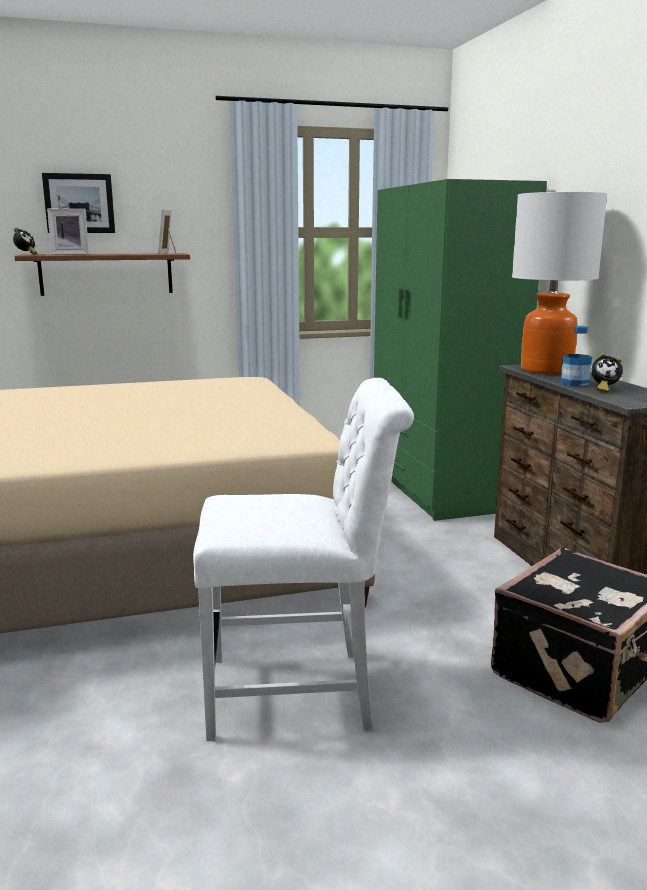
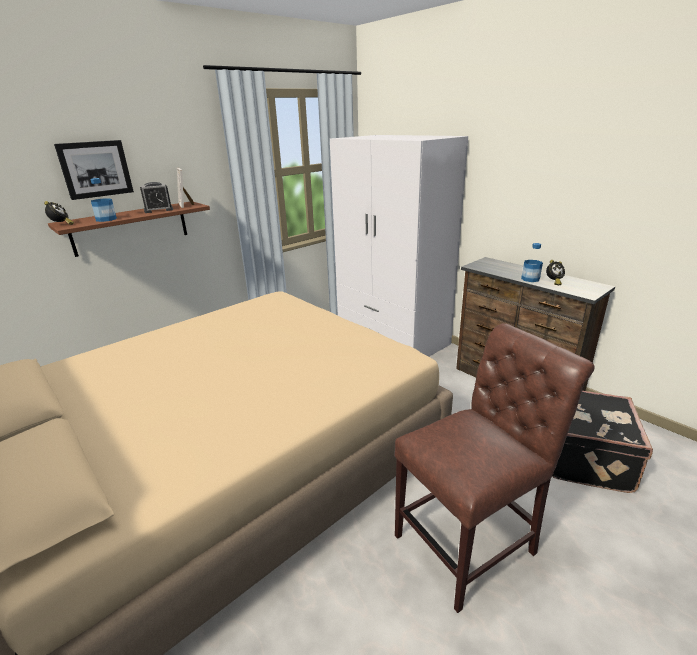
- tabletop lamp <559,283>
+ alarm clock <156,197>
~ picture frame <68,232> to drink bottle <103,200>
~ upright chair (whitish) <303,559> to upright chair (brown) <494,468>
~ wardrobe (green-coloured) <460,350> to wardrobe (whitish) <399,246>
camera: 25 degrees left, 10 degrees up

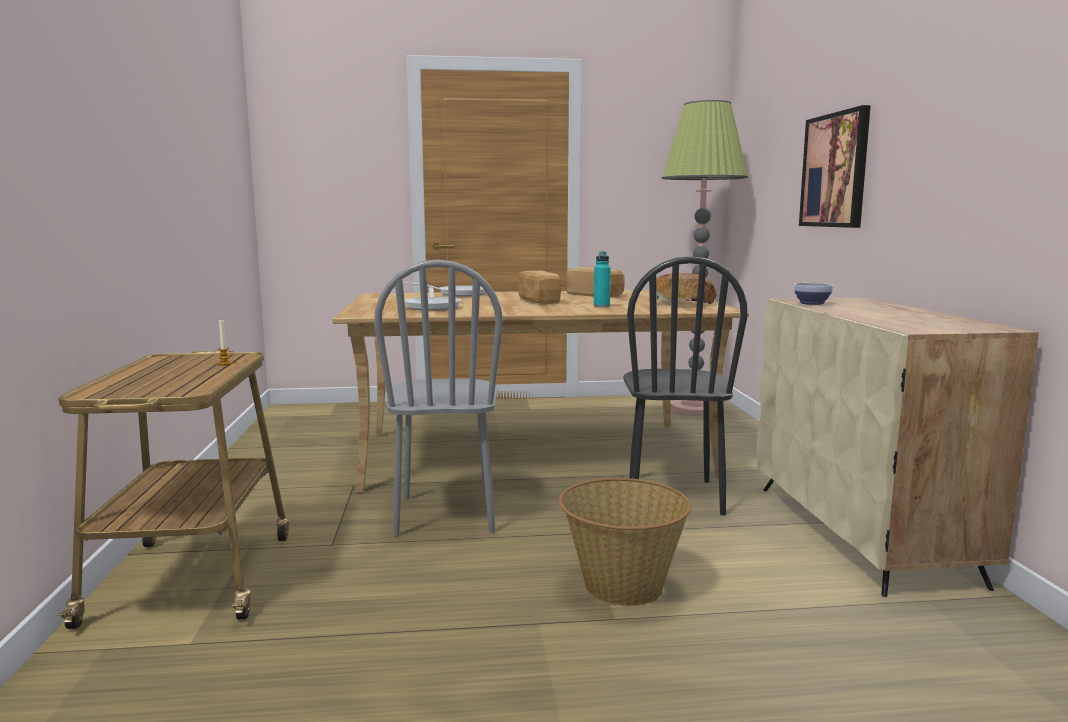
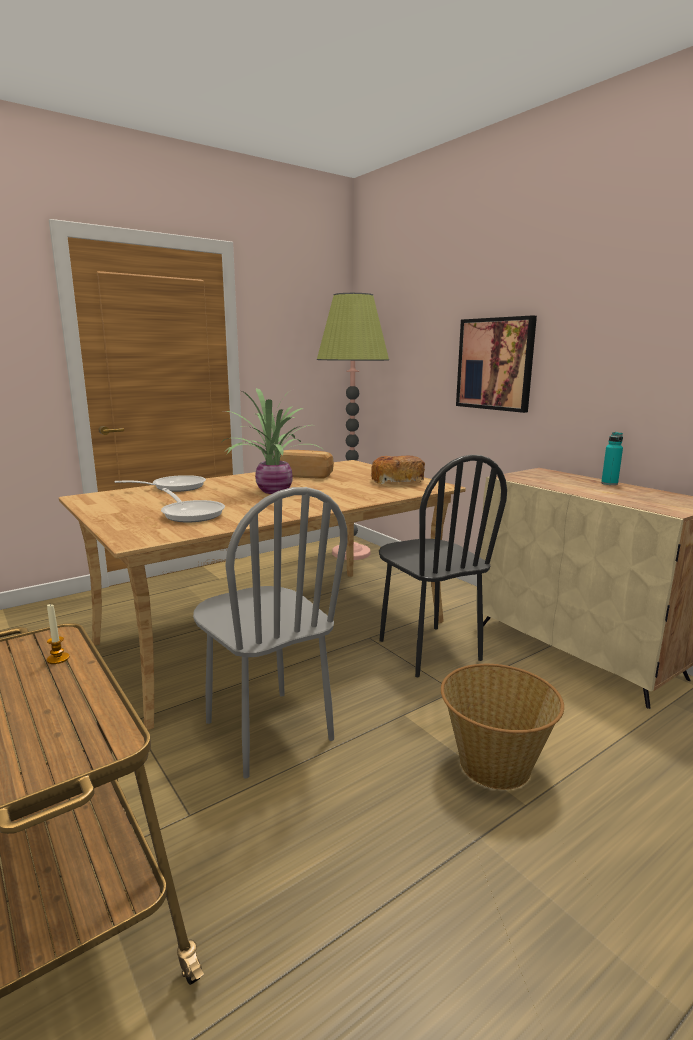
- bowl <813,294>
~ drink bottle (turquoise-coloured) <602,279> to <612,458>
~ bread <539,287> to houseplant <273,441>
camera: 30 degrees left, 5 degrees up

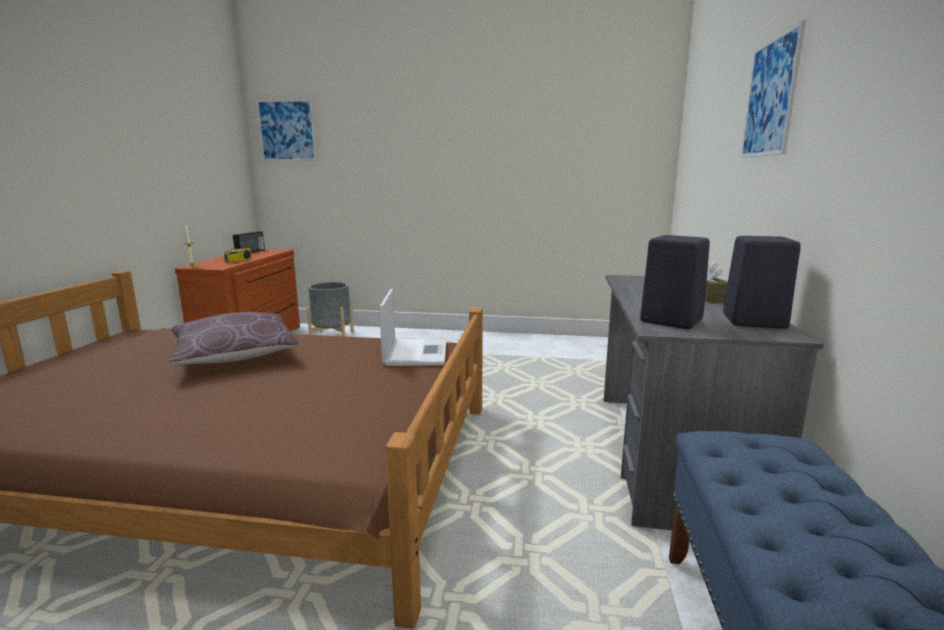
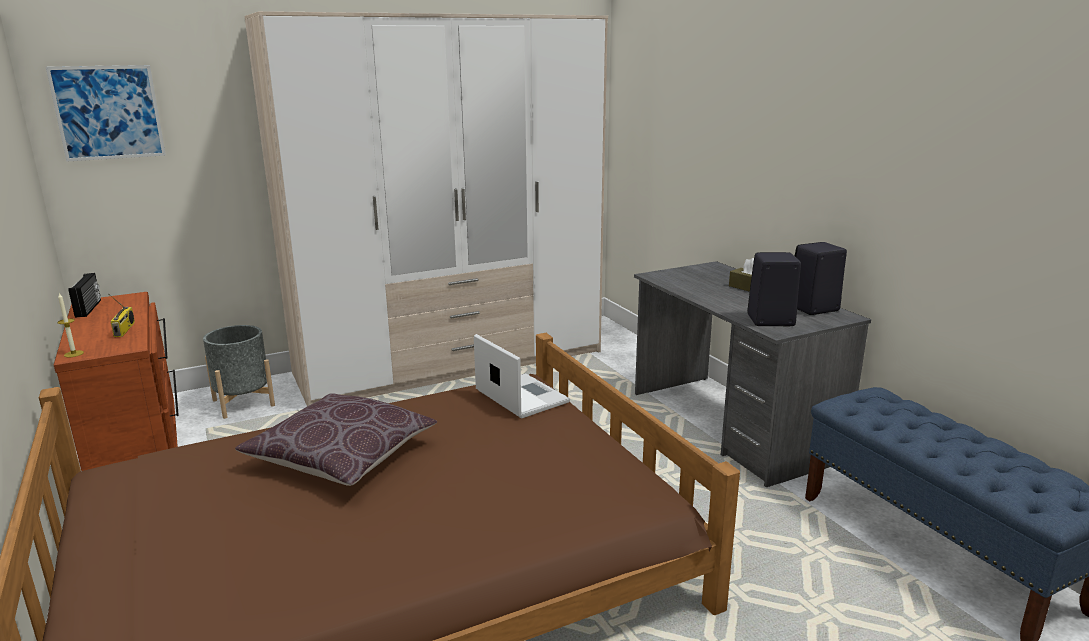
- wall art <773,89>
+ wardrobe <426,208>
camera: 35 degrees left, 5 degrees up

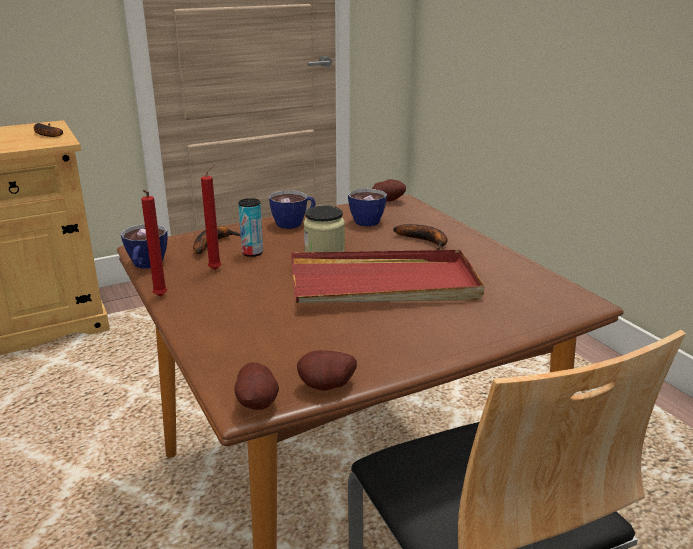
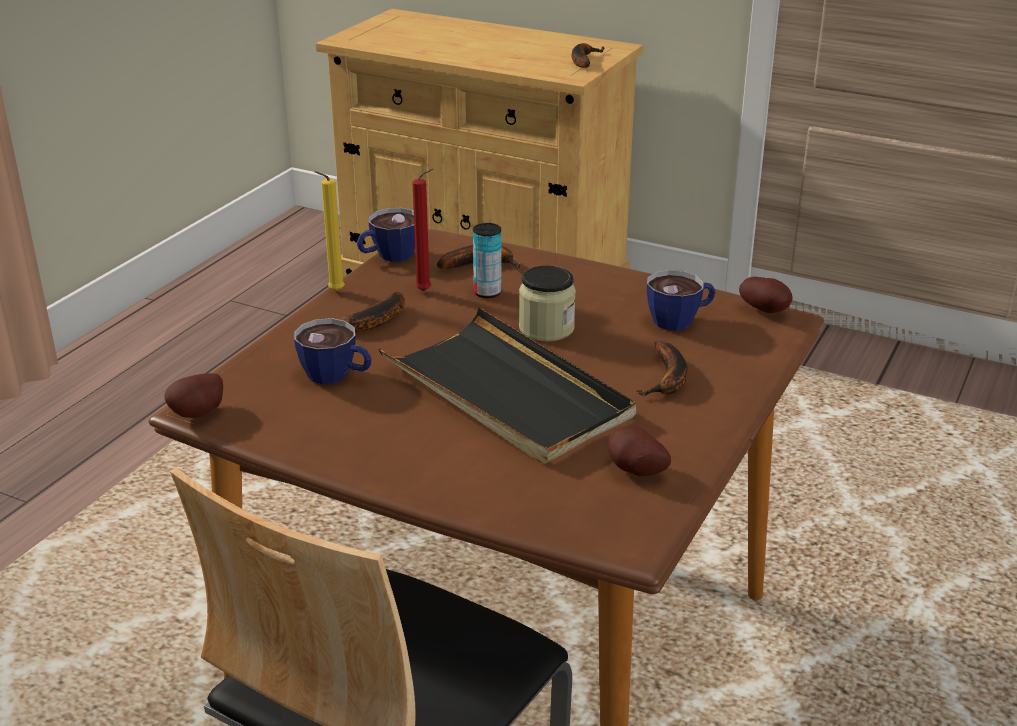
+ whole banana <364,312>
~ drinking cup <292,209> to <333,351>
~ whole potato <327,370> to <639,450>
~ candle (red) <154,243> to candle (yellow-coloured) <330,231>
~ carrying tray (red) <388,276> to carrying tray (blackish) <507,386>
camera: 55 degrees right, 5 degrees up

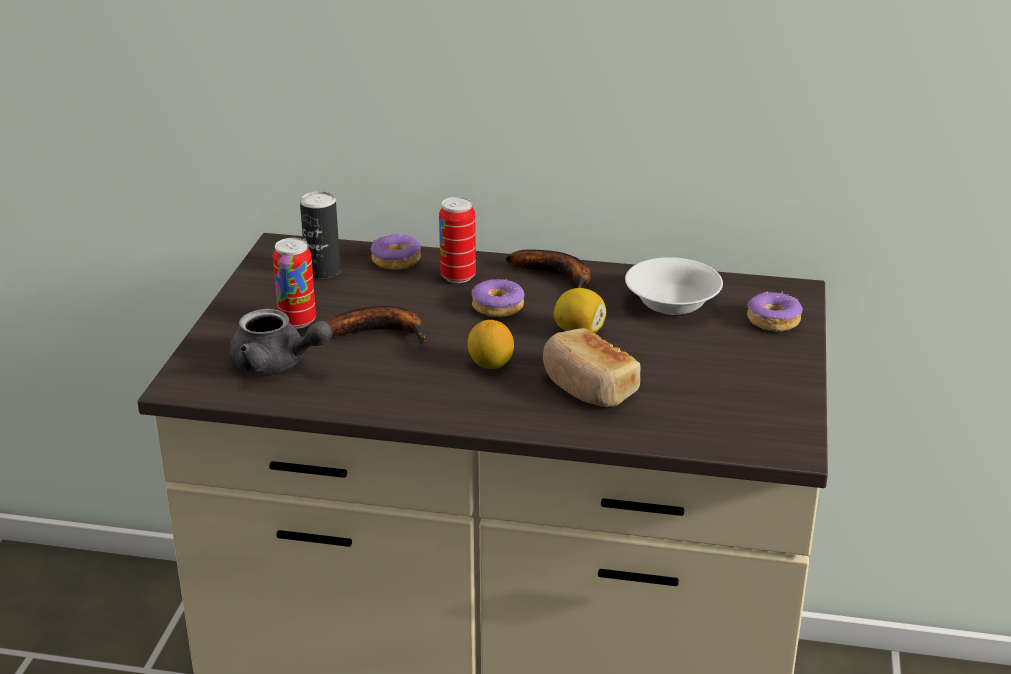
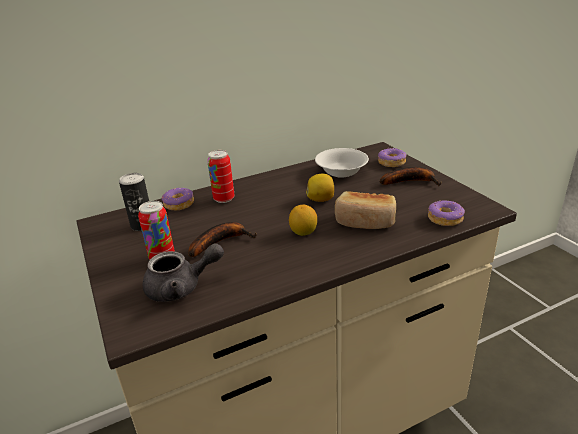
~ doughnut <498,298> to <446,213>
~ whole banana <548,268> to <411,176>
camera: 35 degrees left, 0 degrees up

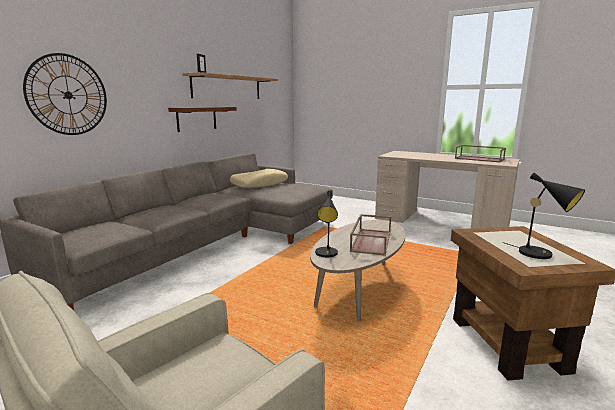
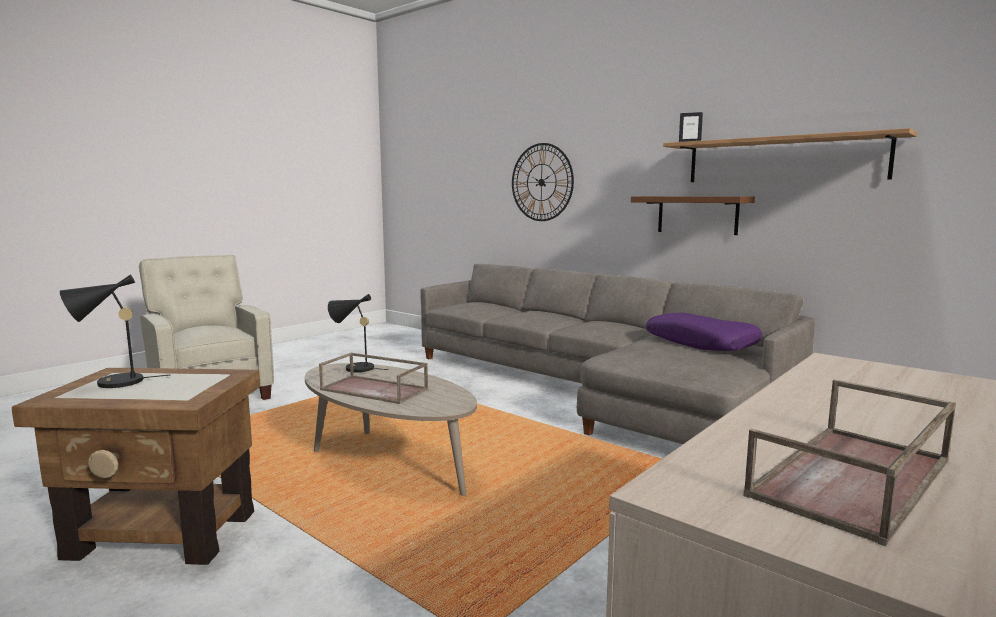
~ pillow (sand-coloured) <259,178> to pillow (purple-coloured) <704,332>
camera: 100 degrees right, 5 degrees down

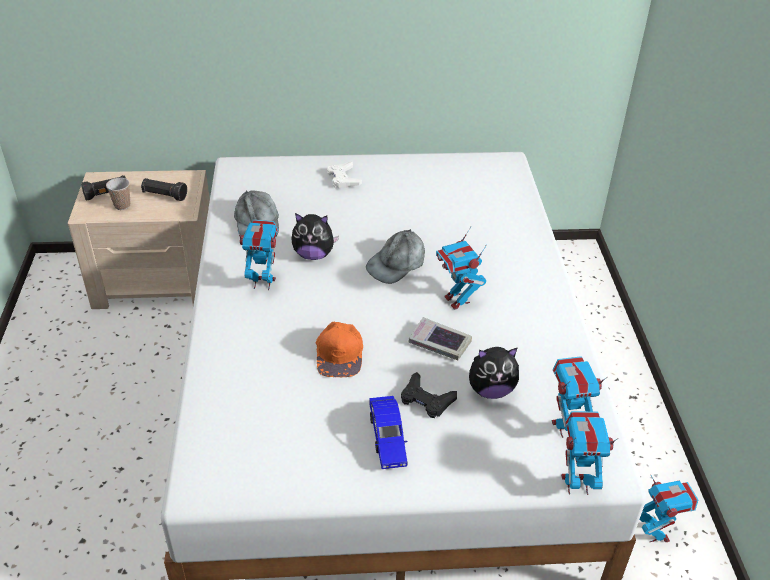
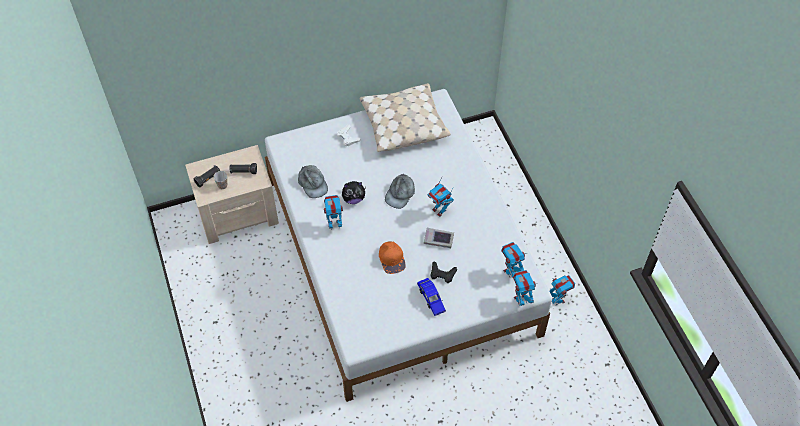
- soft toy <494,373>
+ pillow (sand-coloured) <405,117>
camera: 15 degrees left, 15 degrees up

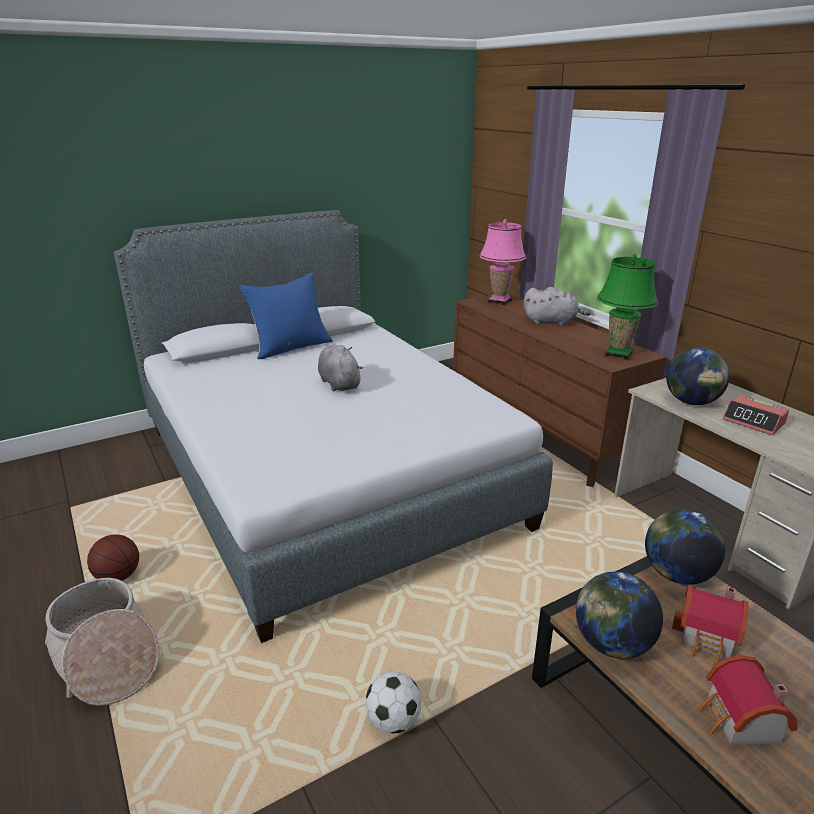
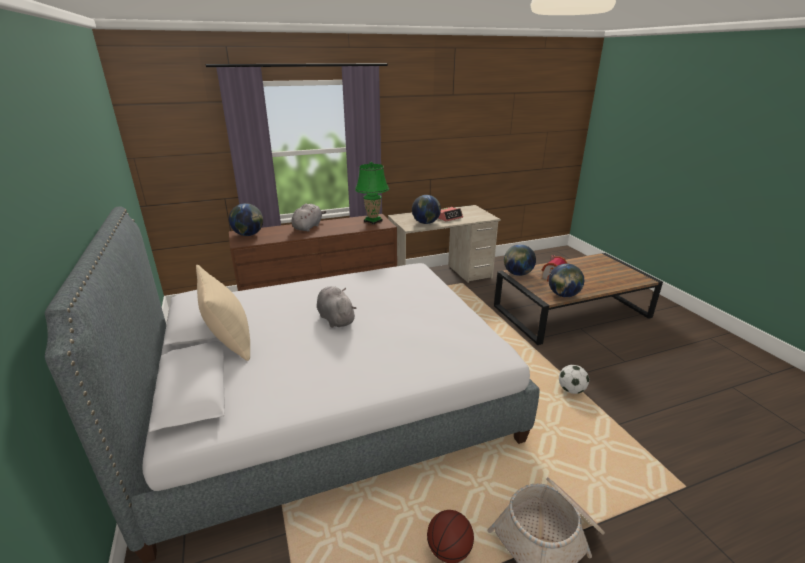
- toy house <747,700>
~ tabletop lamp (pinkish) <503,262> to world globe <246,219>
~ pillow (bluish) <286,315> to pillow (sand-coloured) <223,313>
~ soft toy (grey) <340,368> = <336,307> 75 degrees clockwise
camera: 80 degrees left, 0 degrees up

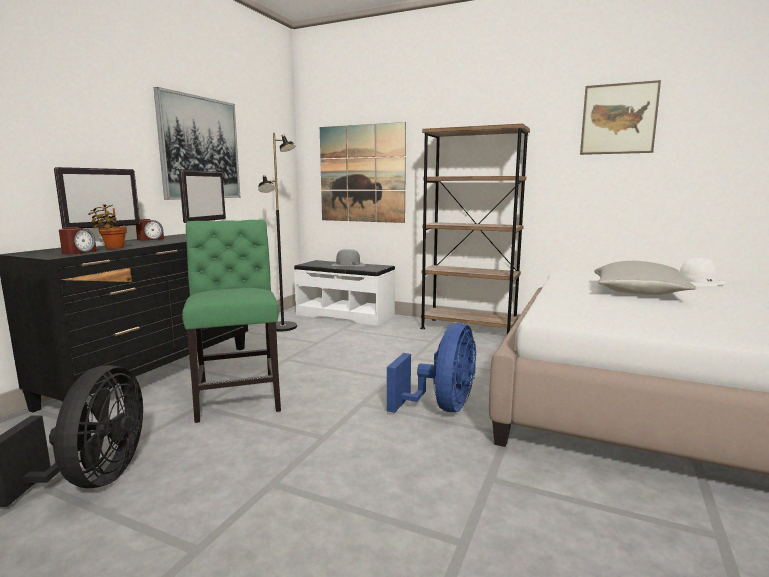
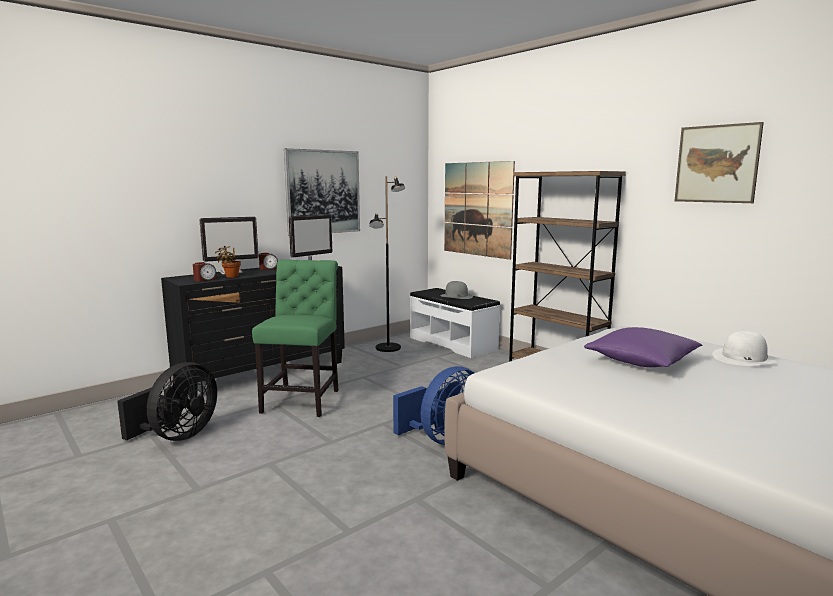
~ pillow (grey) <645,278> to pillow (purple-coloured) <643,347>
camera: 25 degrees right, 0 degrees up

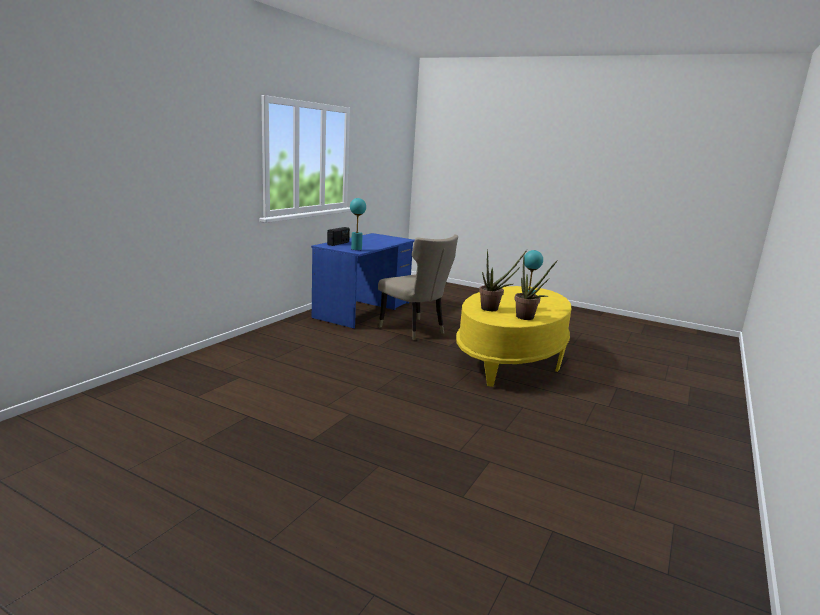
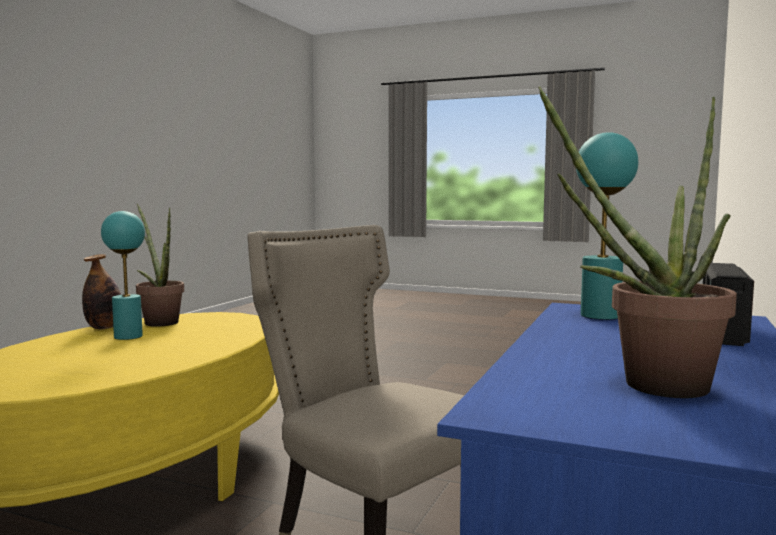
+ drink bottle <101,291>
~ houseplant <503,280> to <637,242>
camera: 175 degrees right, 10 degrees down

